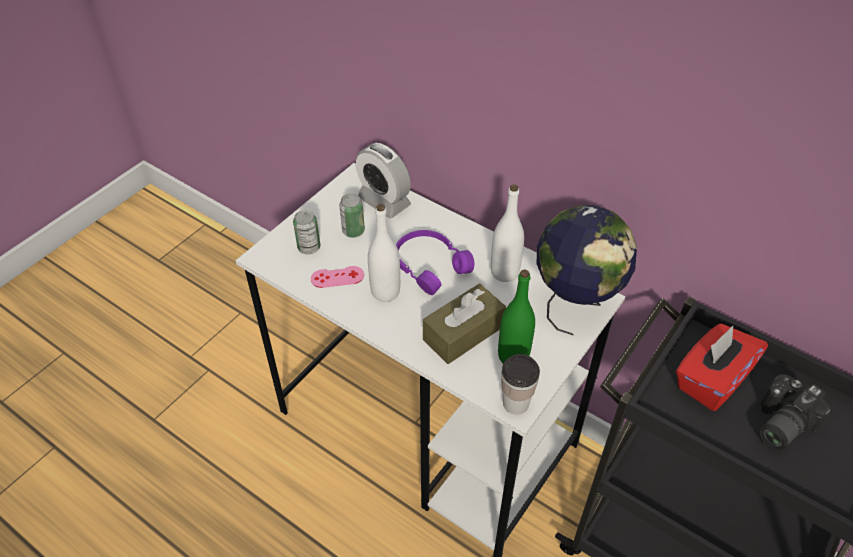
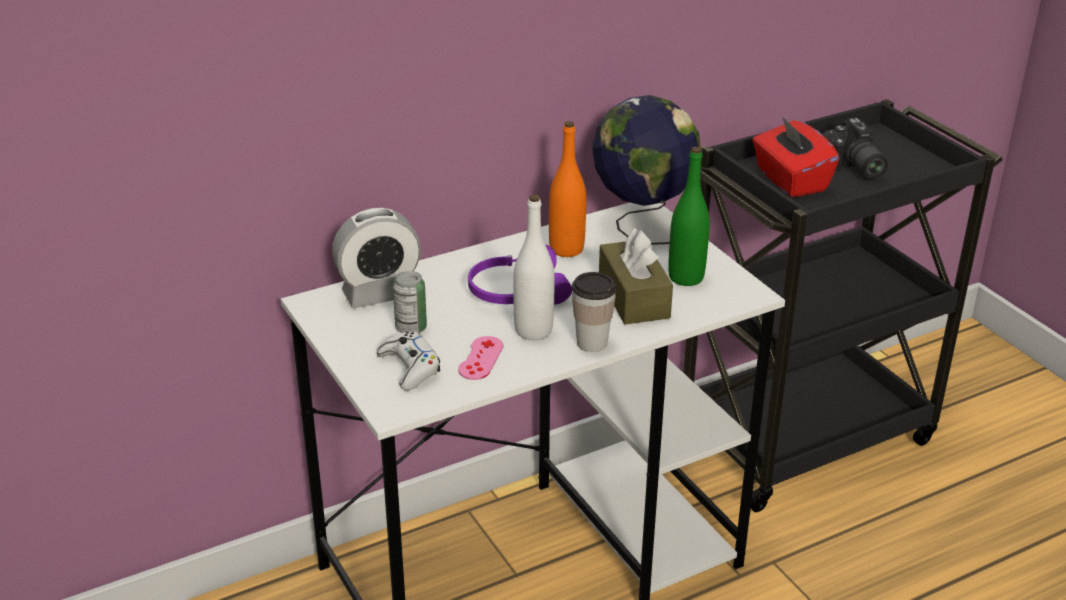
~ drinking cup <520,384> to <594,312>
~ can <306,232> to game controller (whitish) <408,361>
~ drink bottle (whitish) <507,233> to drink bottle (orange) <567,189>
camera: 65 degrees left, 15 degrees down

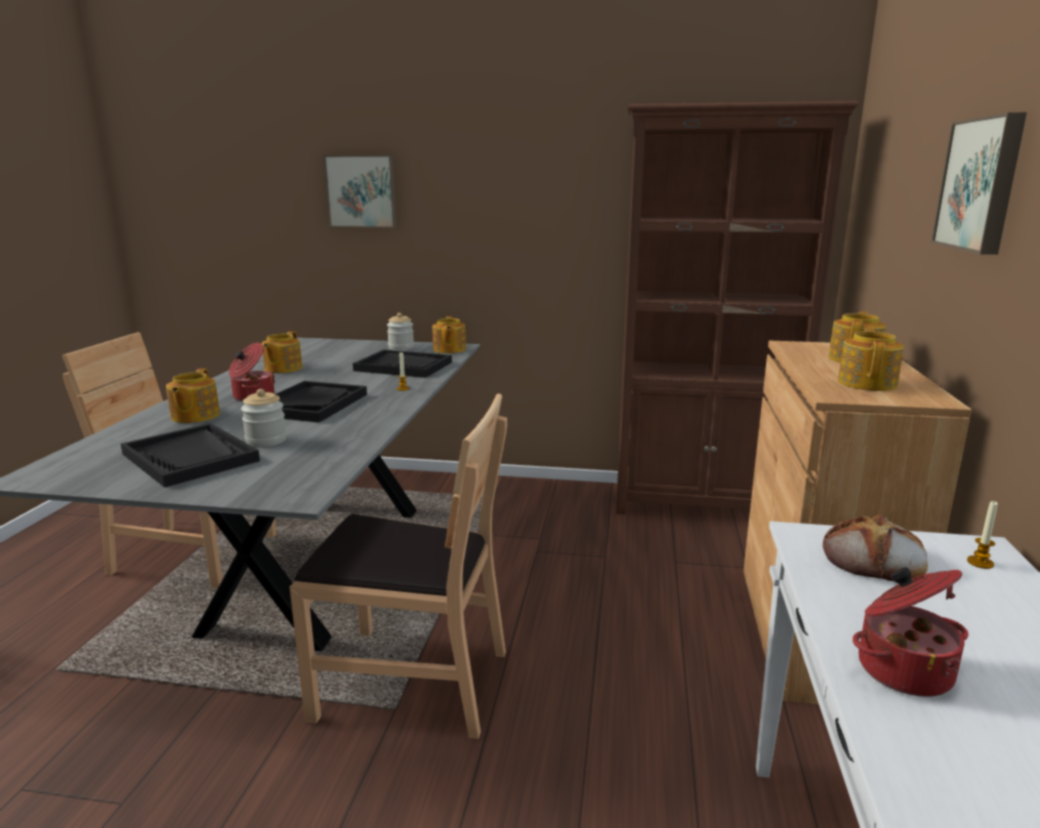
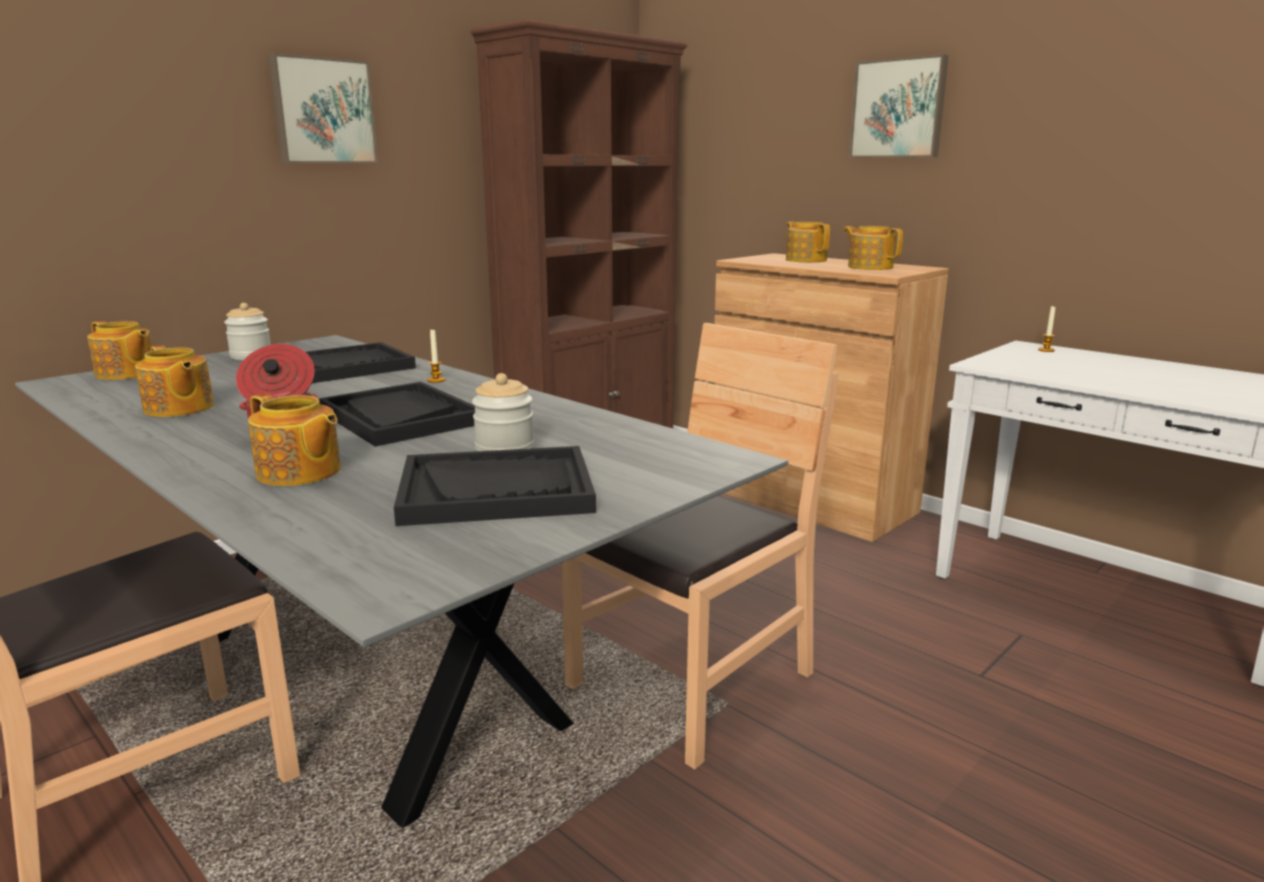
- bread <875,548>
- saucepot <911,632>
~ wall art <360,191> to <323,108>
~ teapot <449,334> to <120,350>
camera: 55 degrees left, 0 degrees up

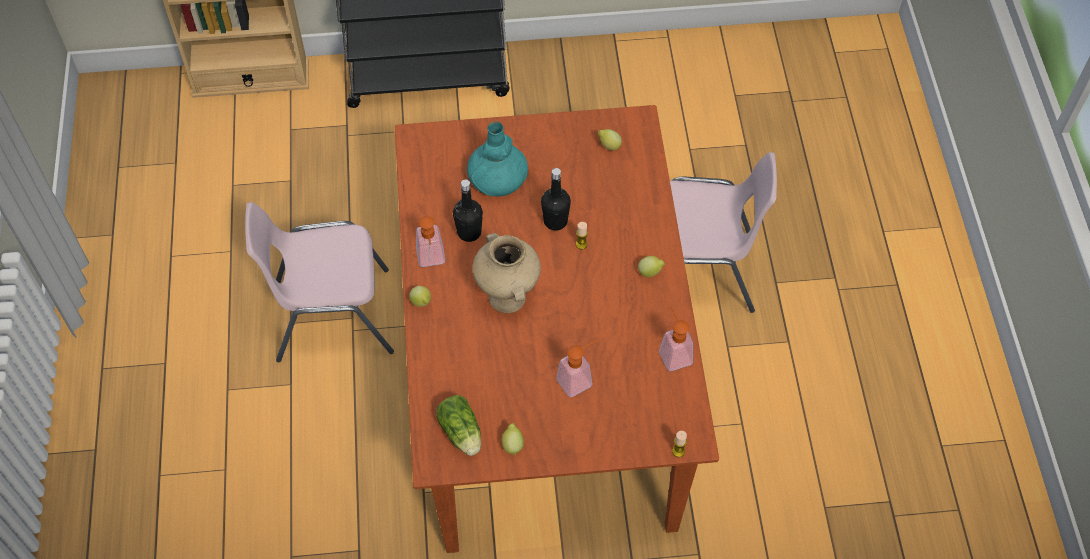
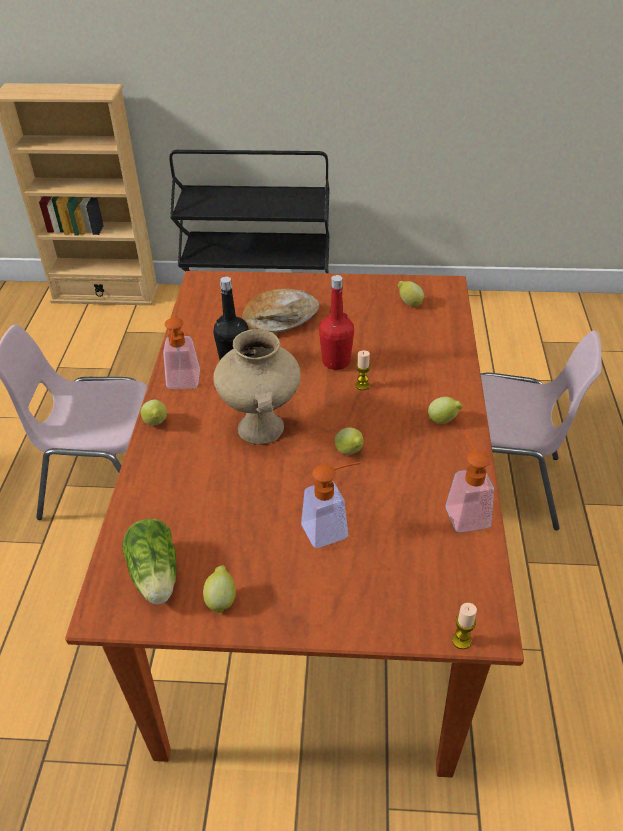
+ lemon <349,441>
~ decorative vase (turquoise-coloured) <497,158> to bread <280,310>
~ drink bottle (blackish) <556,199> to drink bottle (red) <336,322>
camera: 10 degrees right, 15 degrees down

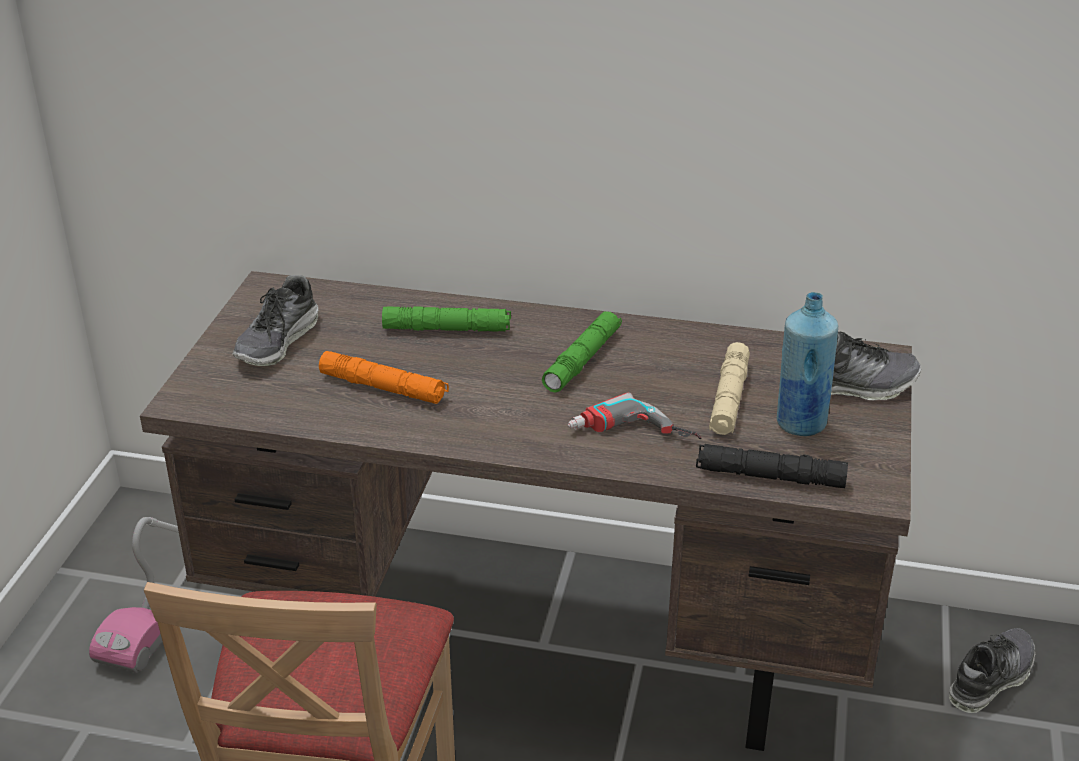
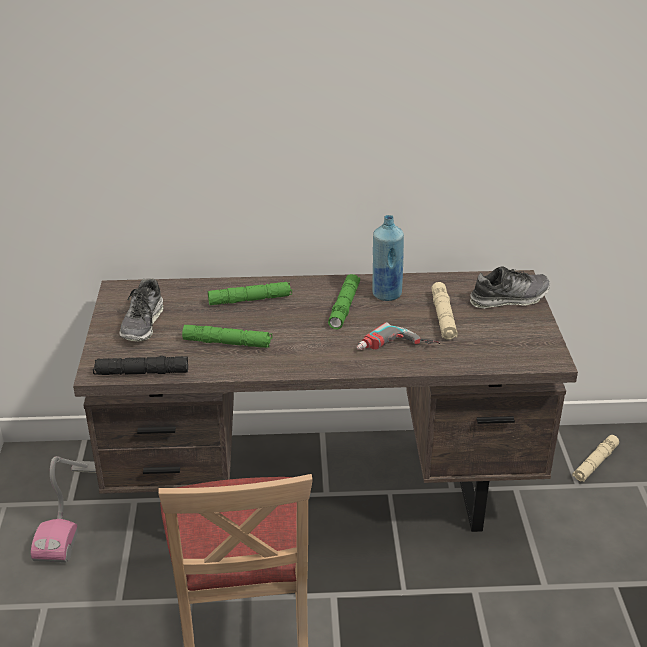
~ flashlight (blackish) <772,466> to <140,365>
~ drink bottle (bluish) <807,364> to <388,258>
~ low shoe <992,670> to flashlight (sand-coloured) <595,458>
~ flashlight (orange) <384,377> to flashlight (green-coloured) <227,336>
camera: 15 degrees left, 0 degrees up

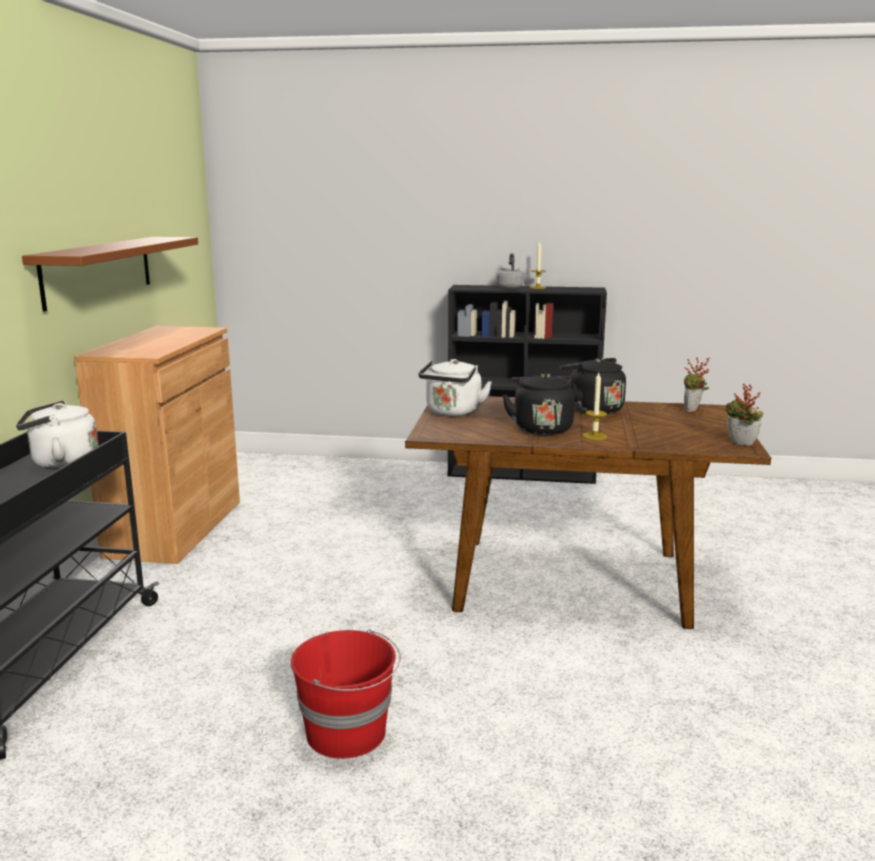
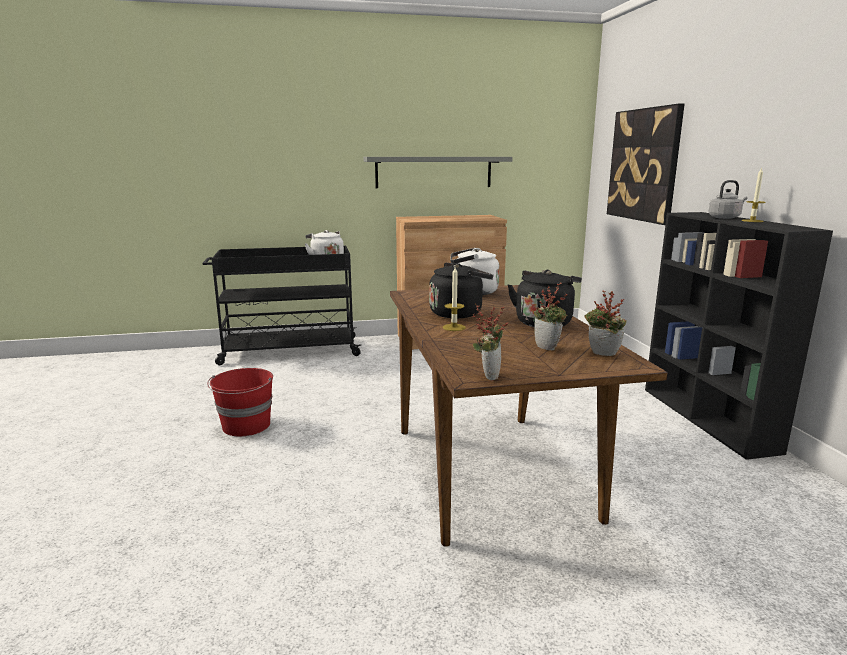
+ houseplant <550,316>
+ wall art <646,164>
~ bracket shelf (brown) <110,274> to bracket shelf (grey) <438,172>
camera: 70 degrees right, 0 degrees up

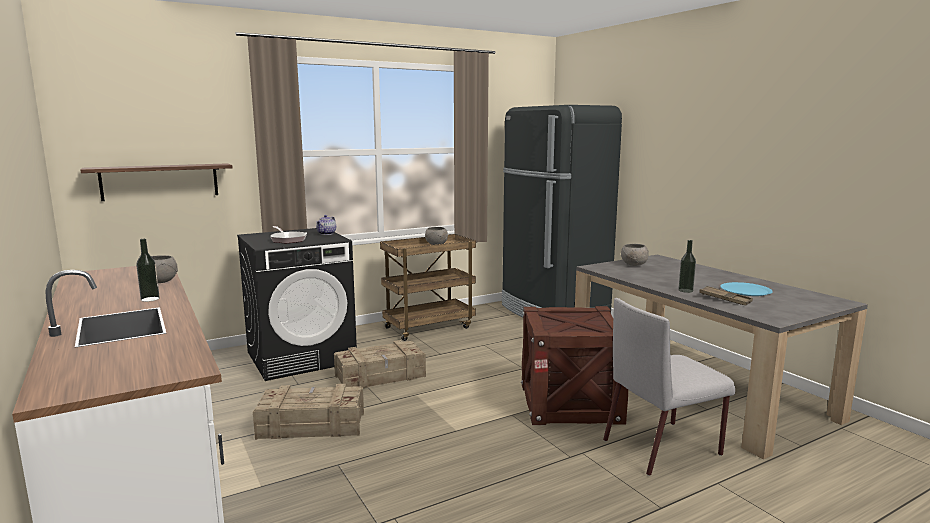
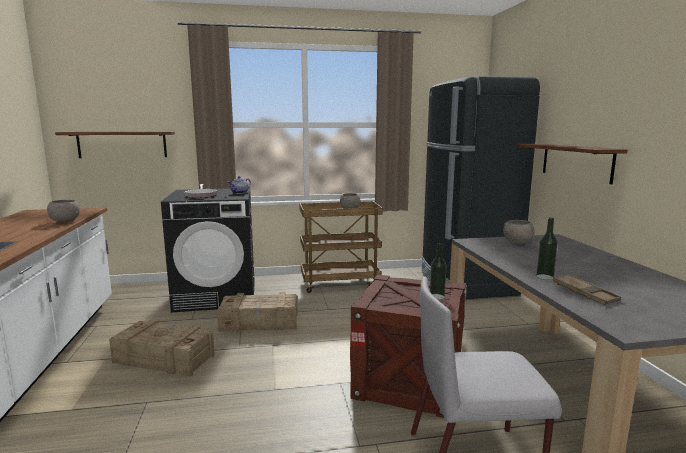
- dinner plate (bluish) <746,289>
+ bracket shelf <572,164>
~ drink bottle <148,270> to <438,271>
camera: 20 degrees right, 0 degrees up

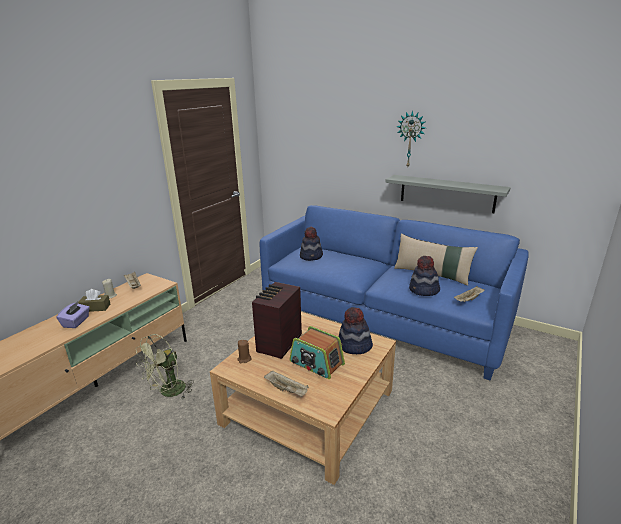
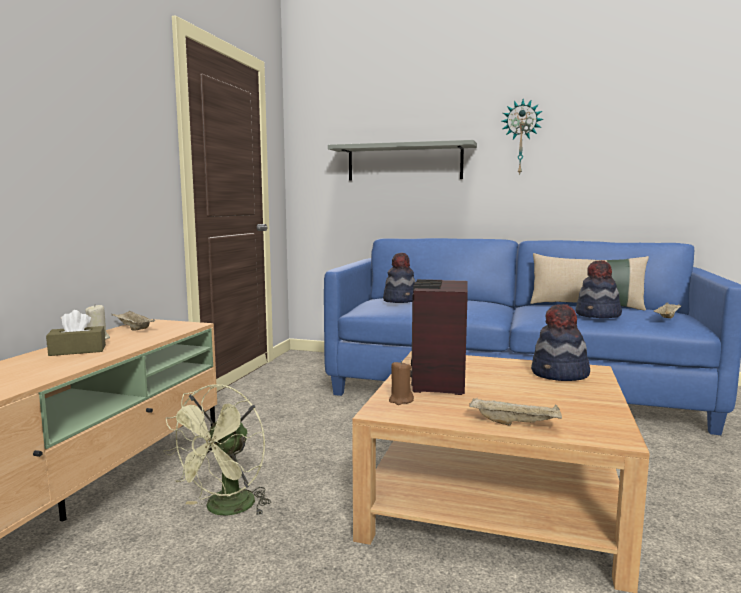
- box of tissues (purple-coloured) <73,315>
- radio receiver <317,352>
~ bracket shelf (grey) <448,194> to <402,160>
camera: 15 degrees left, 15 degrees down

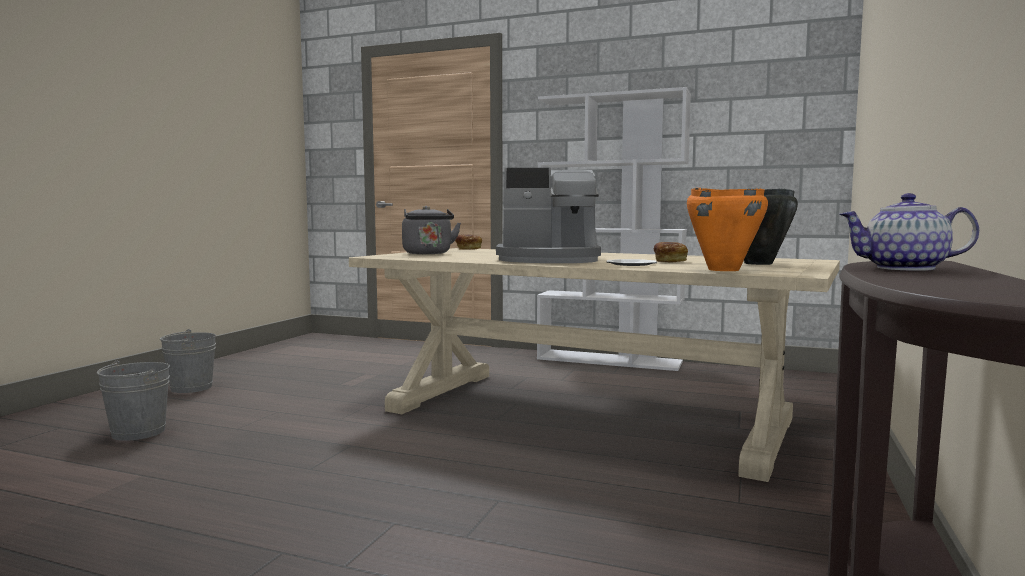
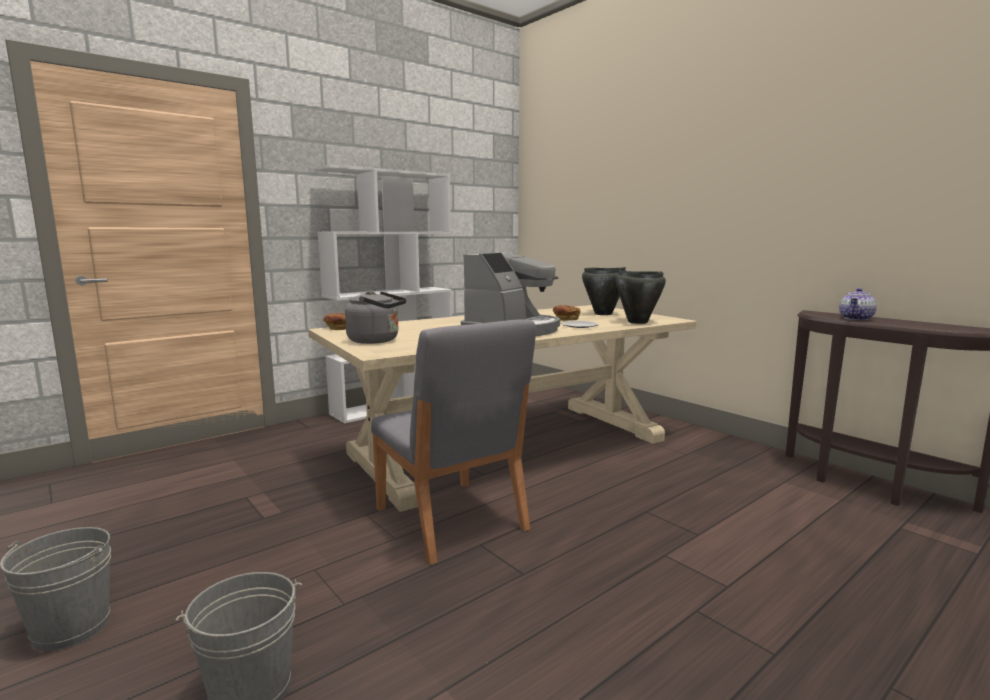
+ upright chair (grey) <453,442>
~ saucepot (orange) <727,229> to saucepot (blackish) <640,297>
camera: 60 degrees left, 5 degrees up

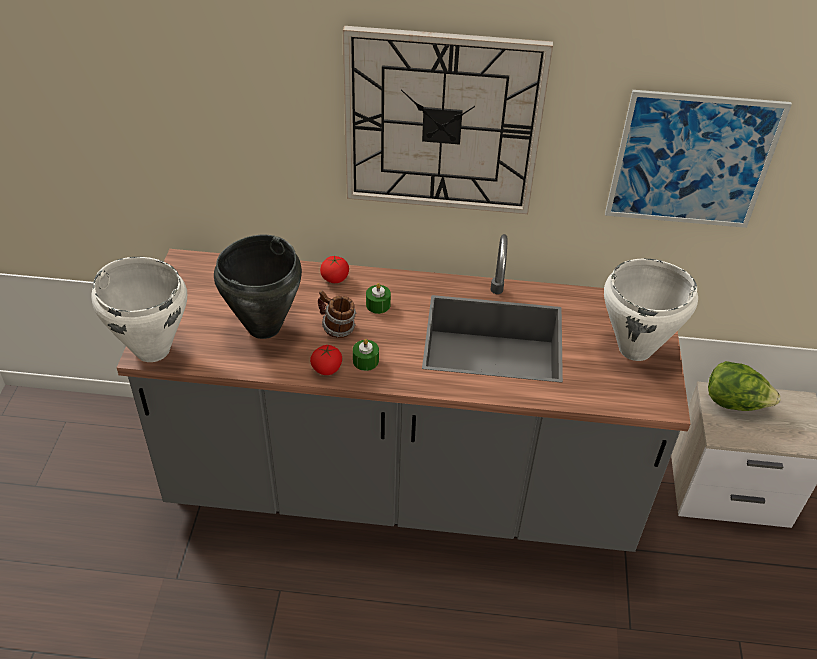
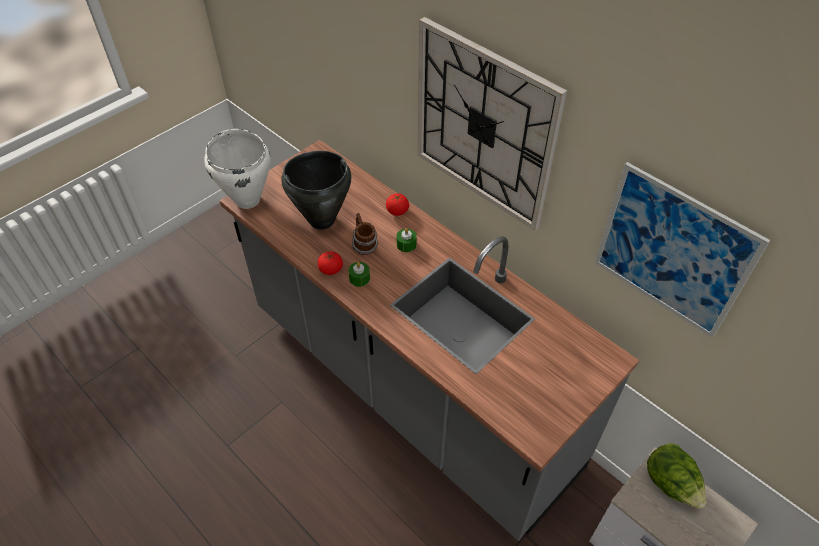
- saucepot (whitish) <651,309>
camera: 40 degrees right, 5 degrees up

